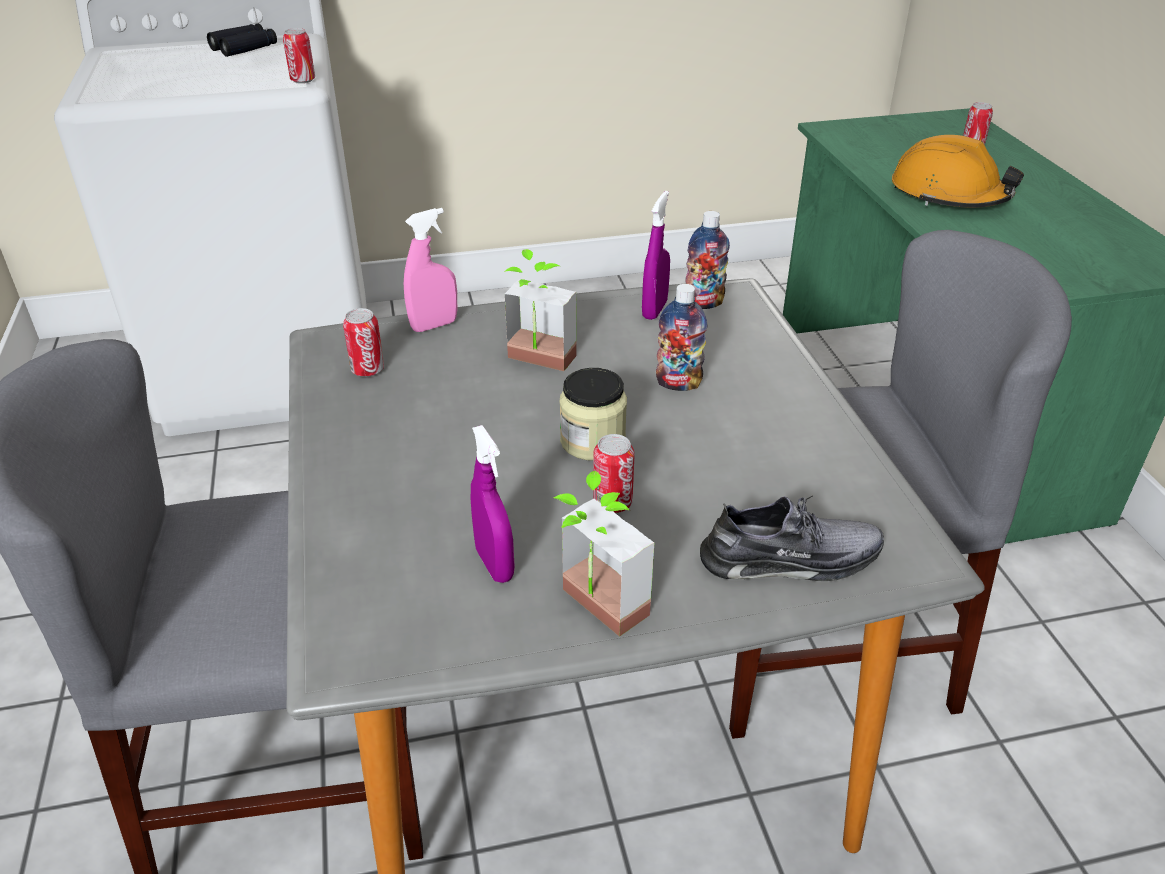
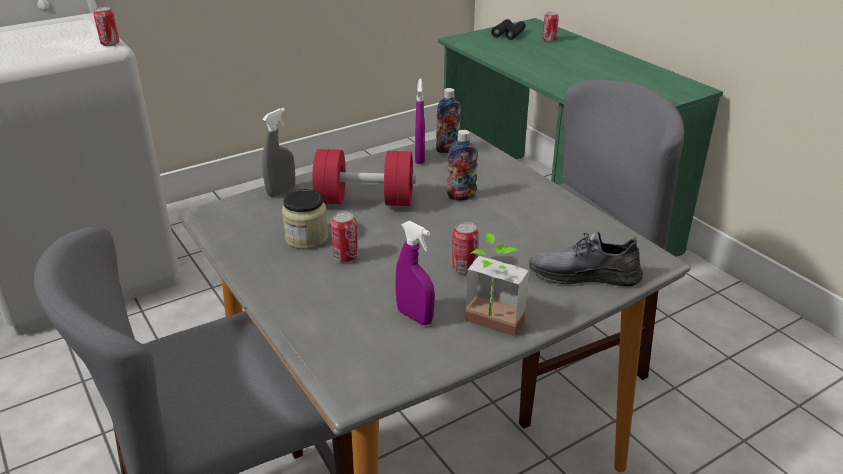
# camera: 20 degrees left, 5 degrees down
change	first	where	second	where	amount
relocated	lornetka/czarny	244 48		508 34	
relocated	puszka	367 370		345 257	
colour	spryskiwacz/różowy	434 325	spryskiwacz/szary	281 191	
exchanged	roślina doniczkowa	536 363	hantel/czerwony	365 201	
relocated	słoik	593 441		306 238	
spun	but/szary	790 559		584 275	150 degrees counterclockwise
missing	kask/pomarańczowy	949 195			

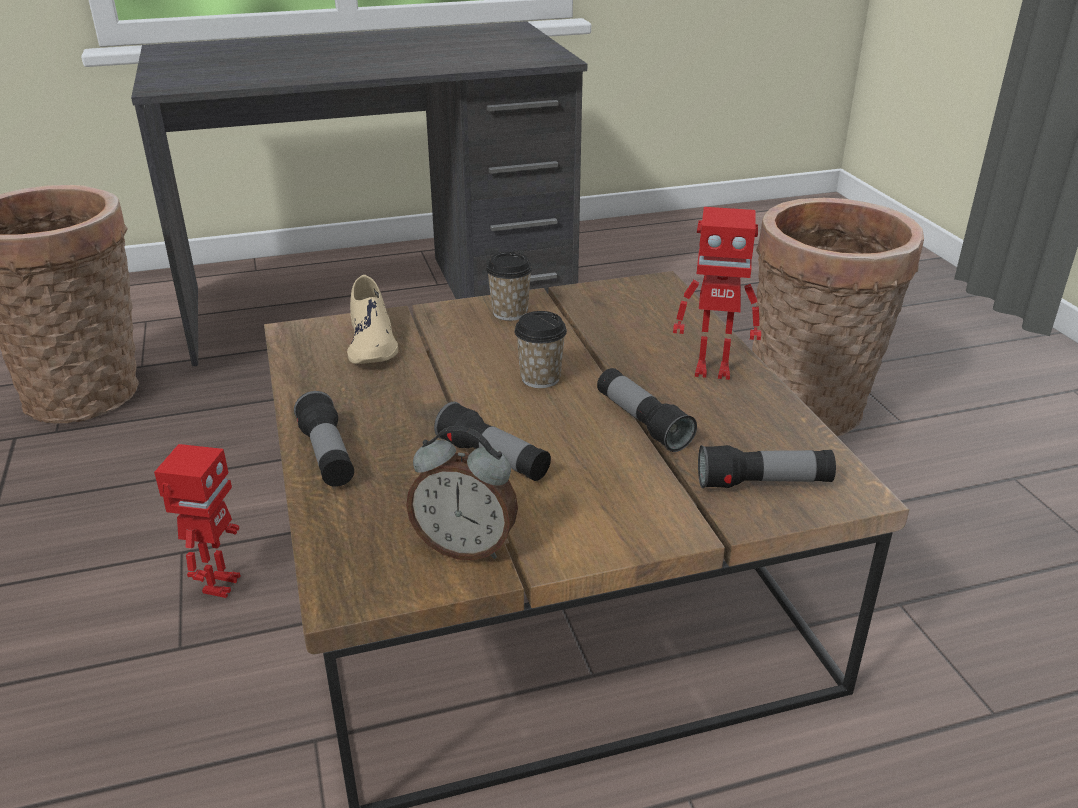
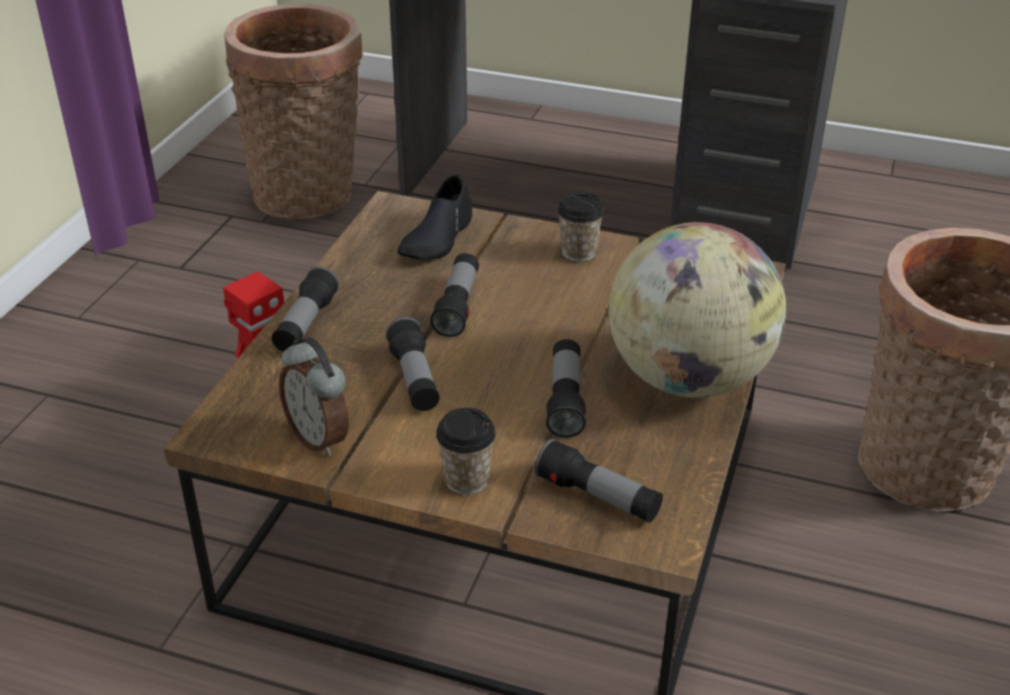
# camera: 35 degrees right, 5 degrees up
change	first	where	second	where	amount
colour	but/beżowy	371 342	but/czarny	437 238	
relocated	filiżanka	540 378		466 479	
exchanged	robot zabawkowy	712 370	globus	689 378	
appeared			latarka	457 306	

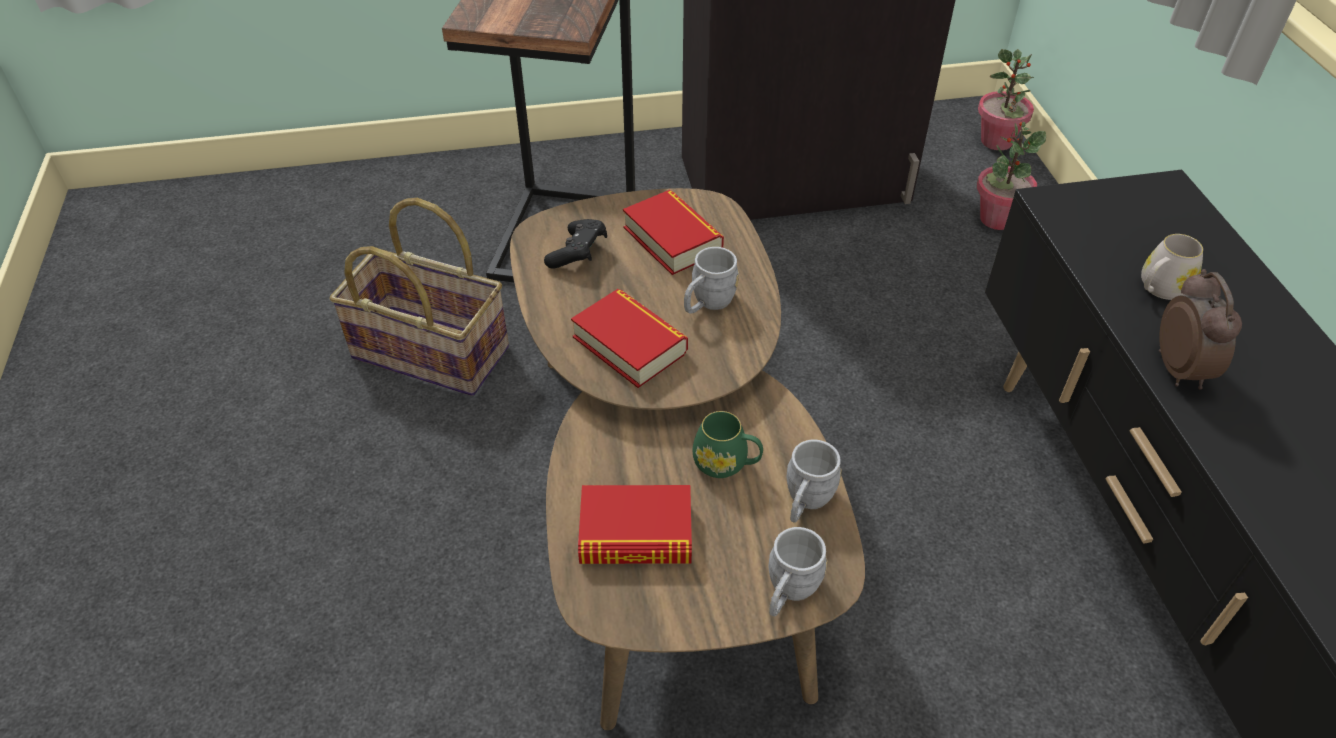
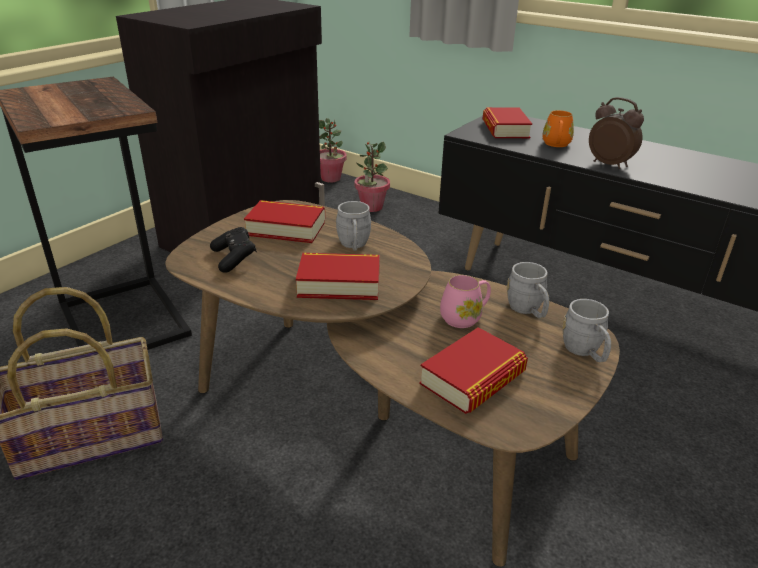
# camera: 45 degrees left, 15 degrees down
change	first	where	second	where	amount
colour	kubek/zielony	726 463	kubek/różowy	465 317	
colour	kubek/biały	1159 289	kubek/pomarańczowy	556 145	
appeared			książka	505 129	

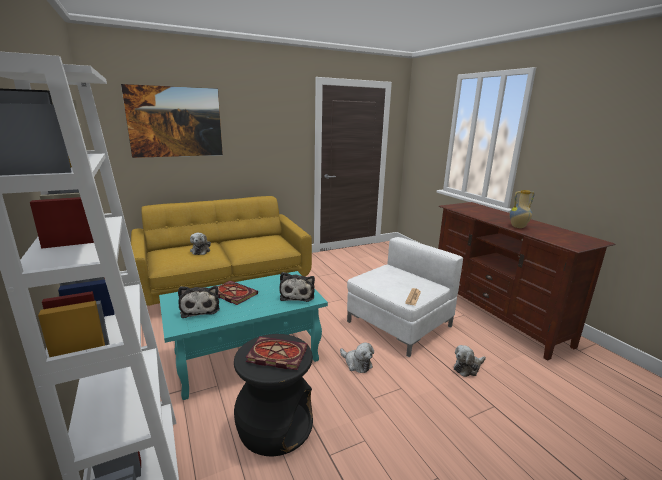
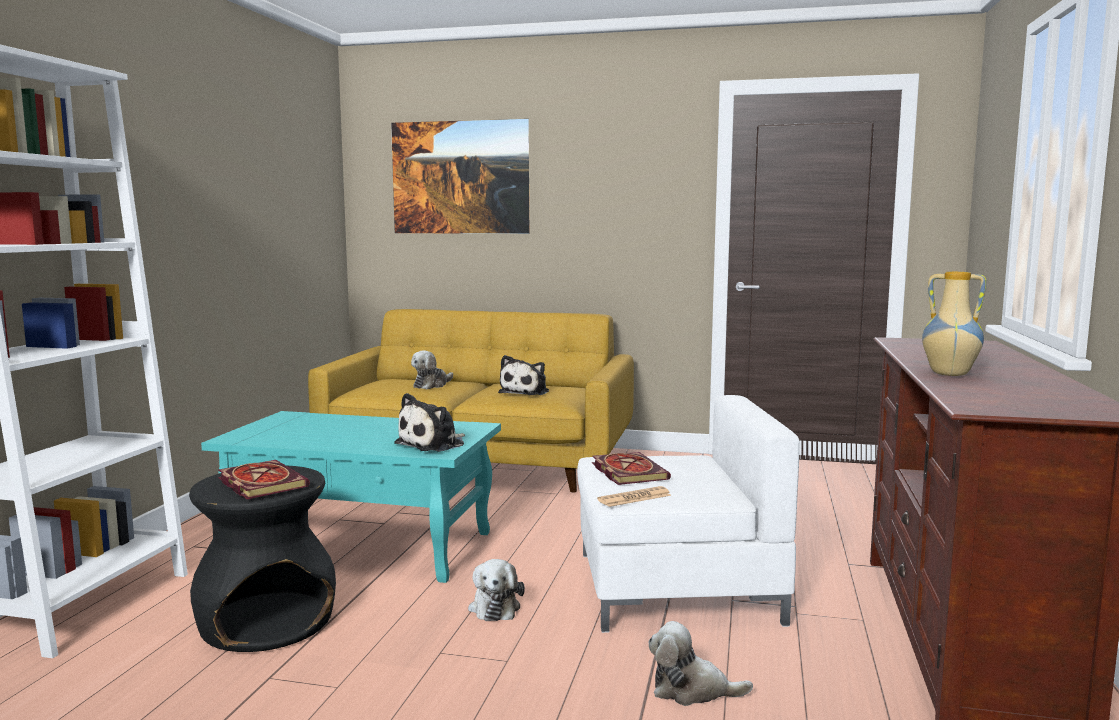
# camera: 40 degrees right, 10 degrees down
change	first	where	second	where	amount
relocated	pluszak	200 308		526 392	
relocated	książka	232 294		626 471	

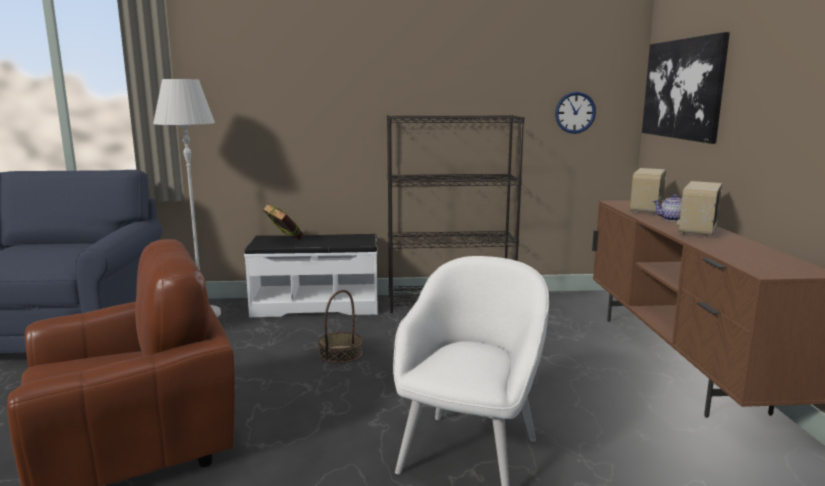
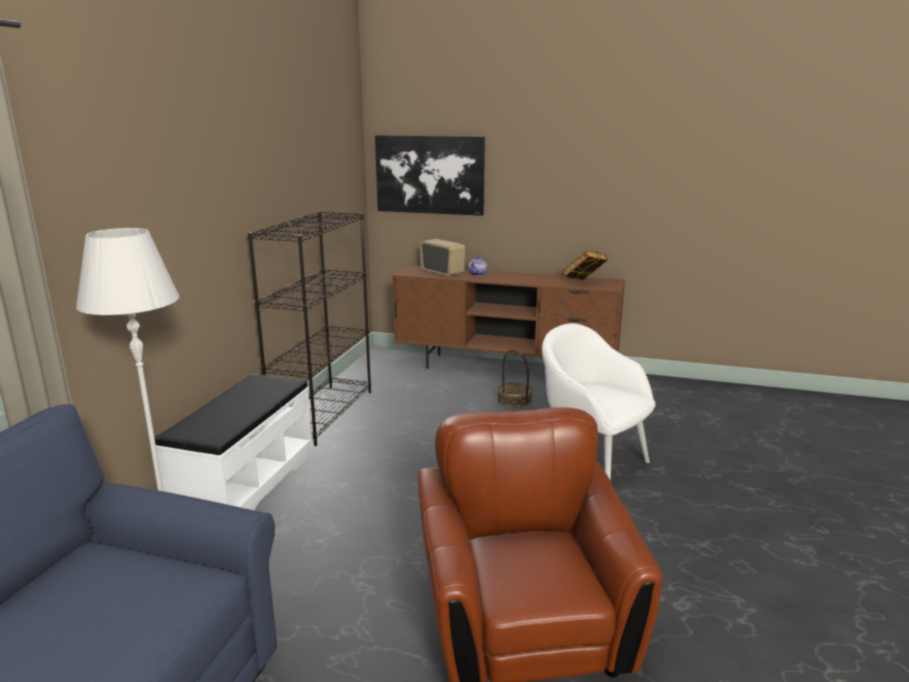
# camera: 70 degrees left, 5 degrees up
change	first	where	second	where	amount
relocated	książka	284 241		583 283	
relocated	koszyk	341 354		514 400	
missing	zegar ścienny	575 112			
missing	radio	696 231			

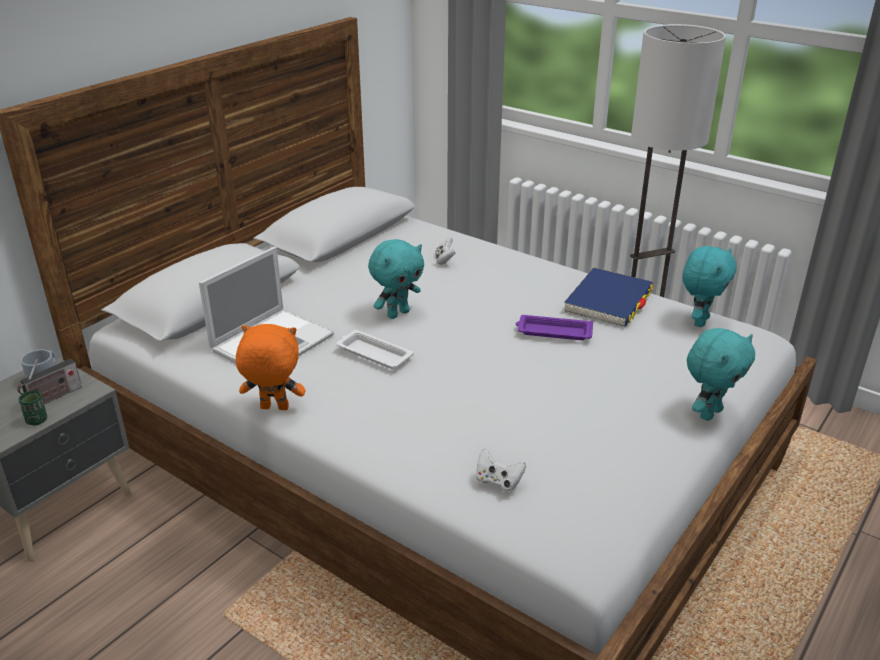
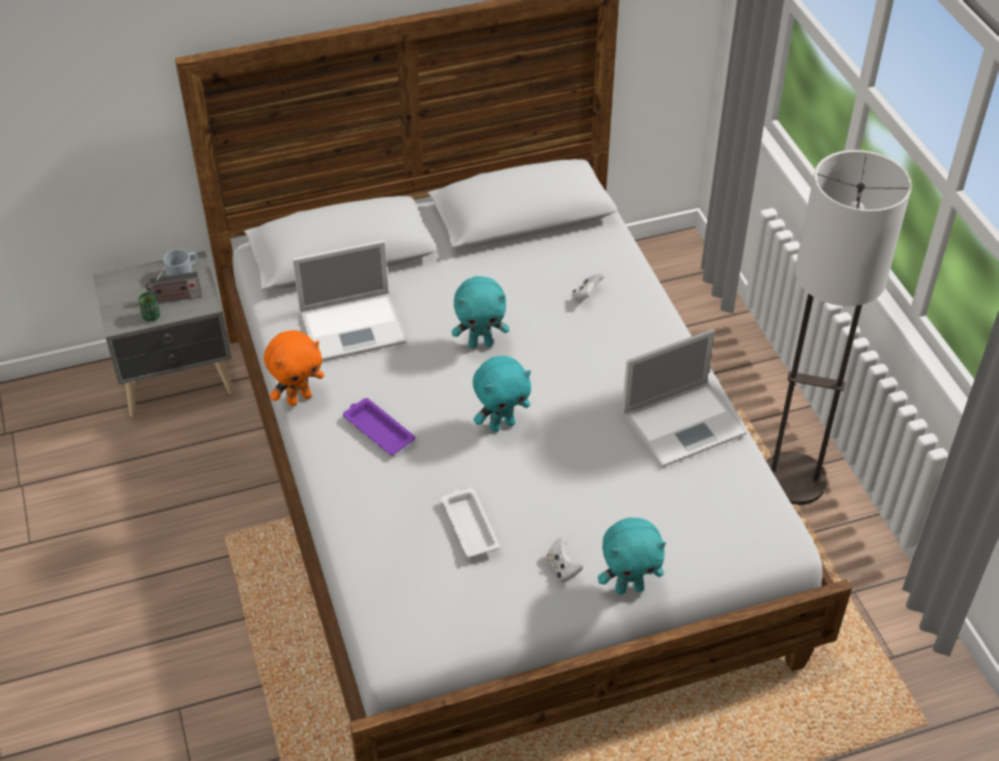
# camera: 35 degrees right, 15 degrees up
change	first	where	second	where	amount
spun	pluszak/pomarańczowy	273 409		299 398	105 degrees clockwise
relocated	taca/biały	373 353		469 525	
relocated	pad do gier/biały	498 482		562 569	
relocated	taca/fioletowy	553 332		378 429	
exchanged	książka/niebieski	608 301	laptop	685 423	
relocated	pluszak/turkusowy	699 321		502 424	

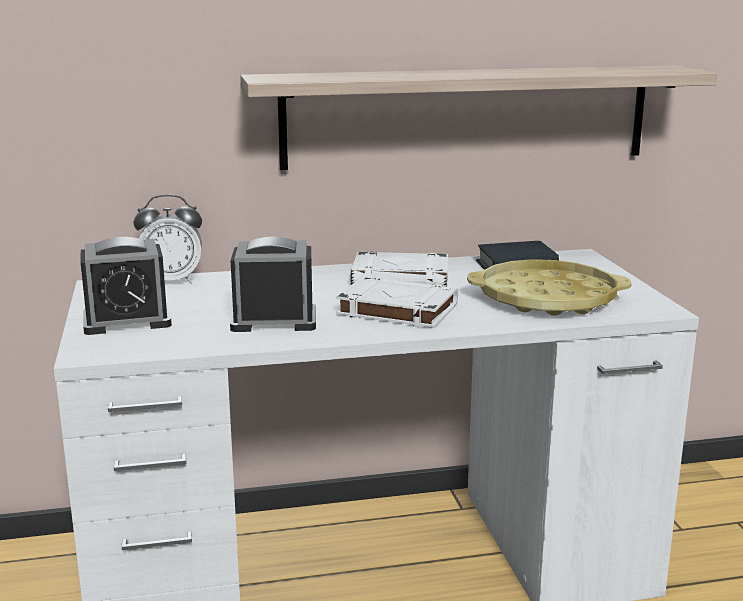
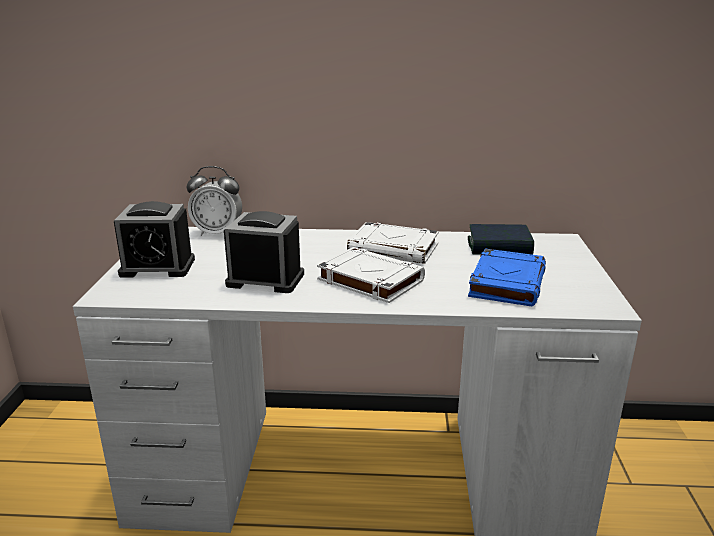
# camera: 15 degrees right, 5 degrees up
change	first	where	second	where	amount
missing	półka	467 116			
exchanged	taca/żółty	546 299	książka/niebieski	506 283	

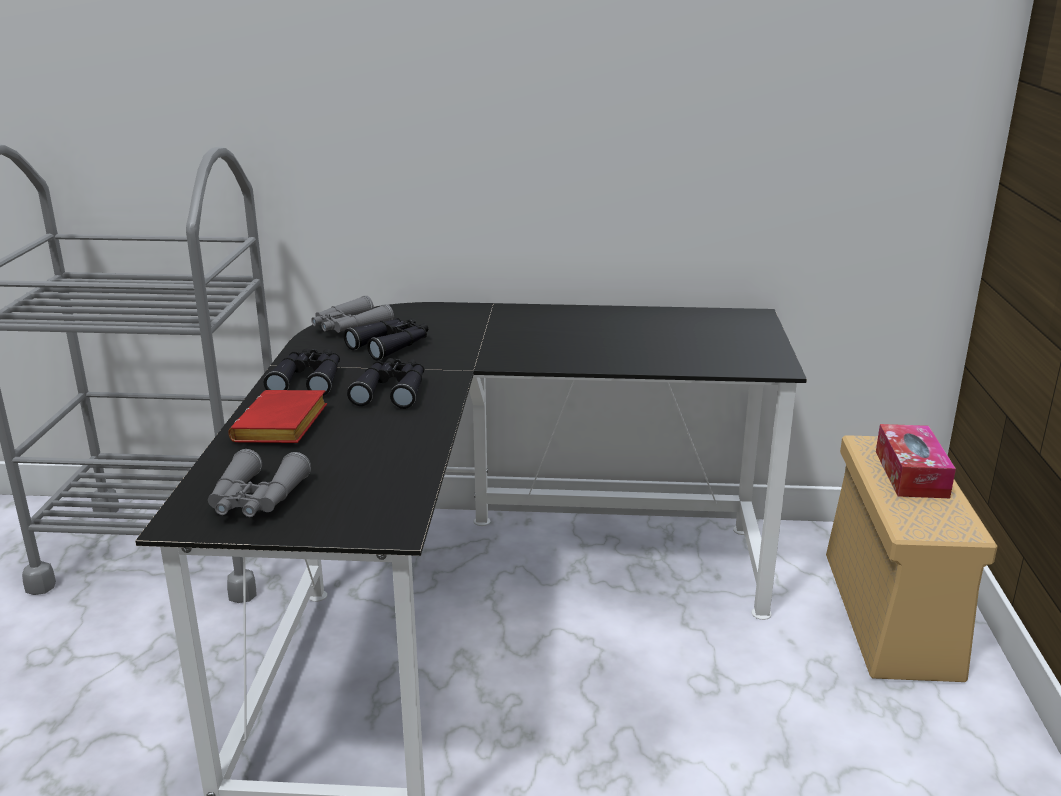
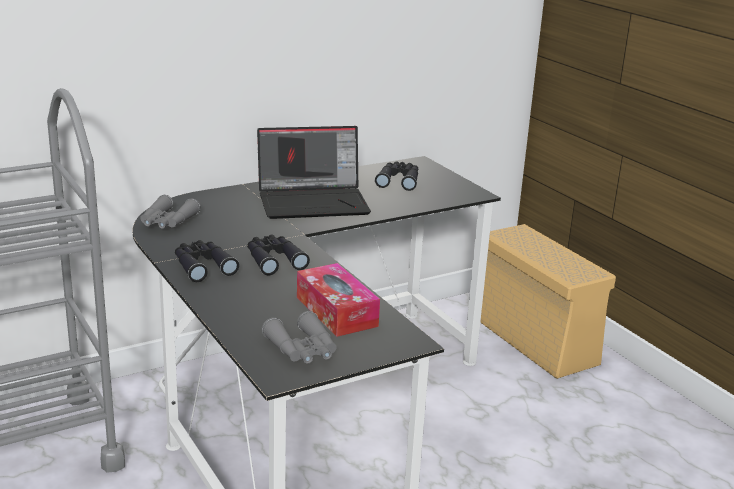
# camera: 35 degrees left, 0 degrees up
change	first	where	second	where	amount
missing	książka/czerwony	282 427			
relocated	lornetka/czarny	391 345		398 181	
relocated	pudełko chusteczek	911 474		336 311	
appeared			laptop	314 201	

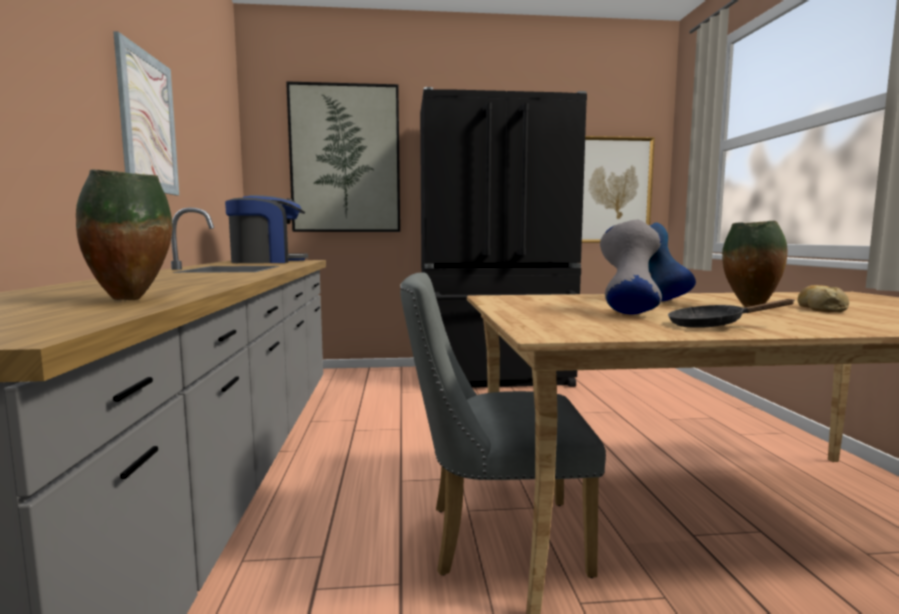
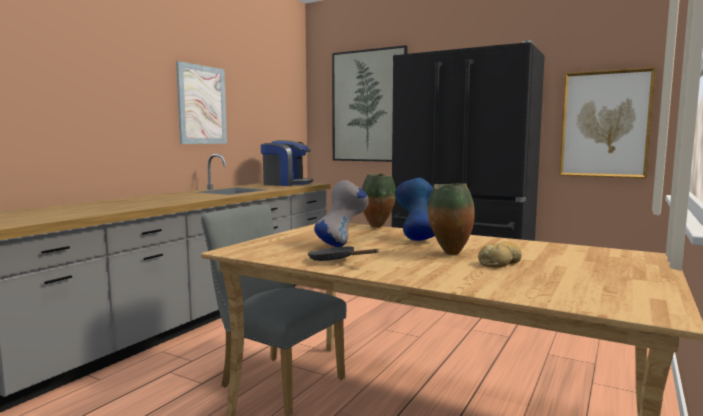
# camera: 35 degrees right, 0 degrees up
change	first	where	second	where	amount
relocated	wazon	132 300		378 227	

